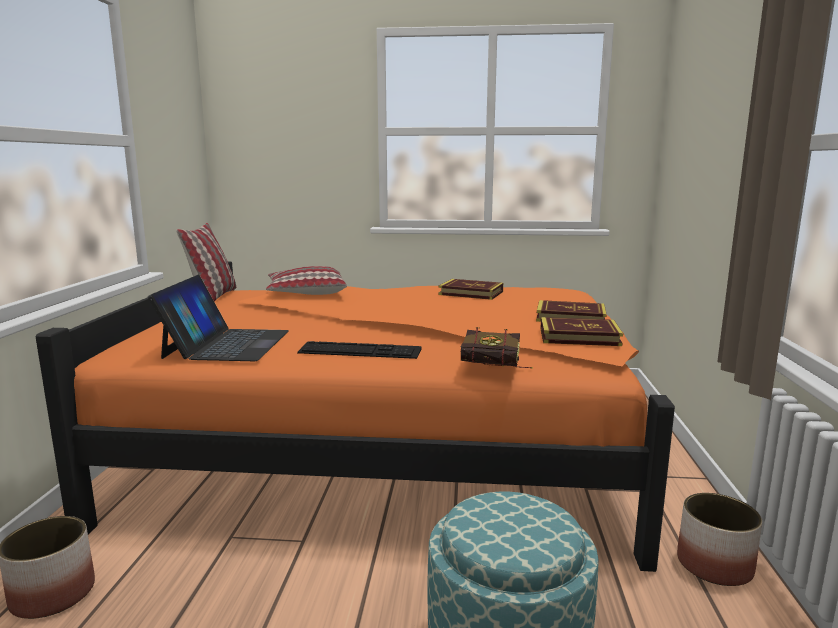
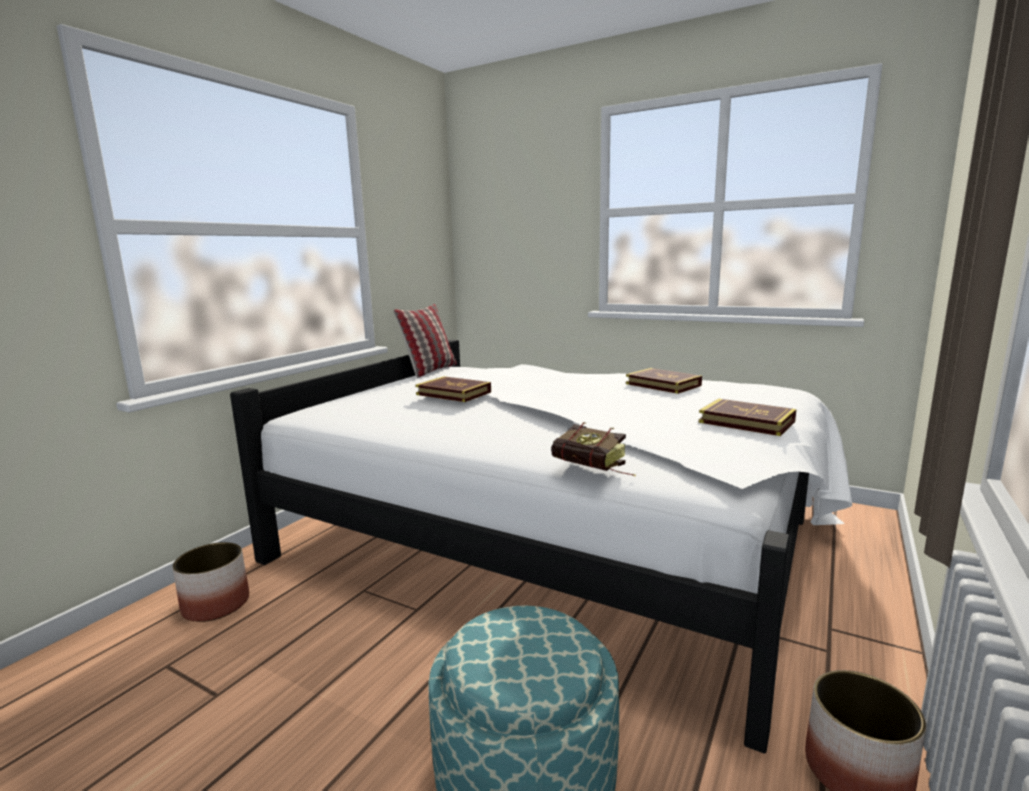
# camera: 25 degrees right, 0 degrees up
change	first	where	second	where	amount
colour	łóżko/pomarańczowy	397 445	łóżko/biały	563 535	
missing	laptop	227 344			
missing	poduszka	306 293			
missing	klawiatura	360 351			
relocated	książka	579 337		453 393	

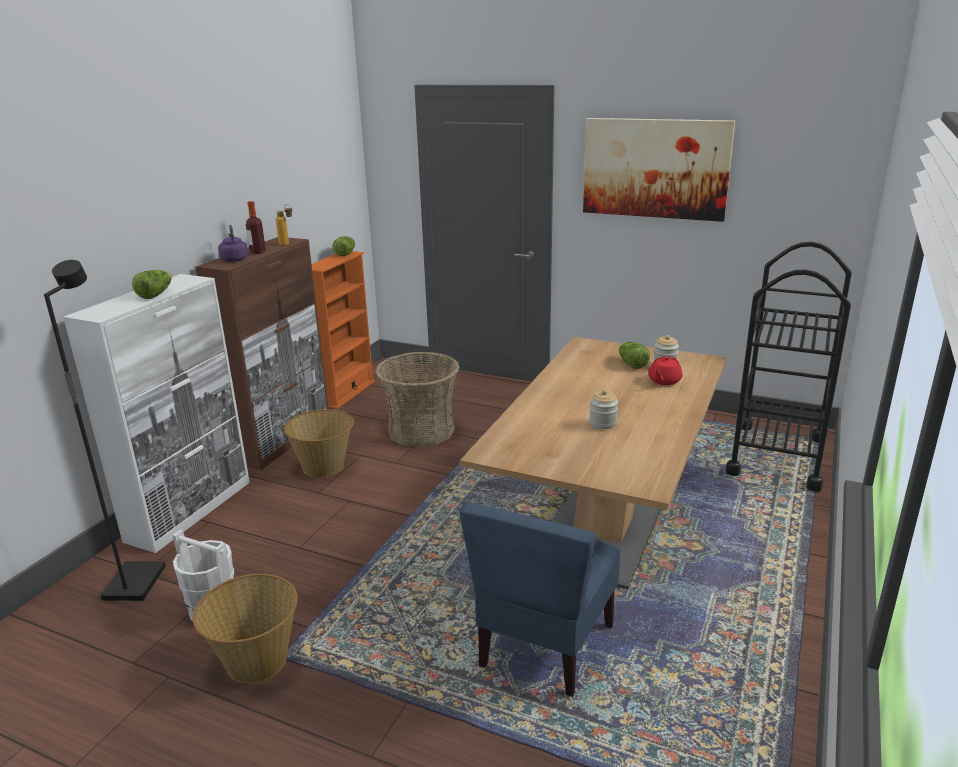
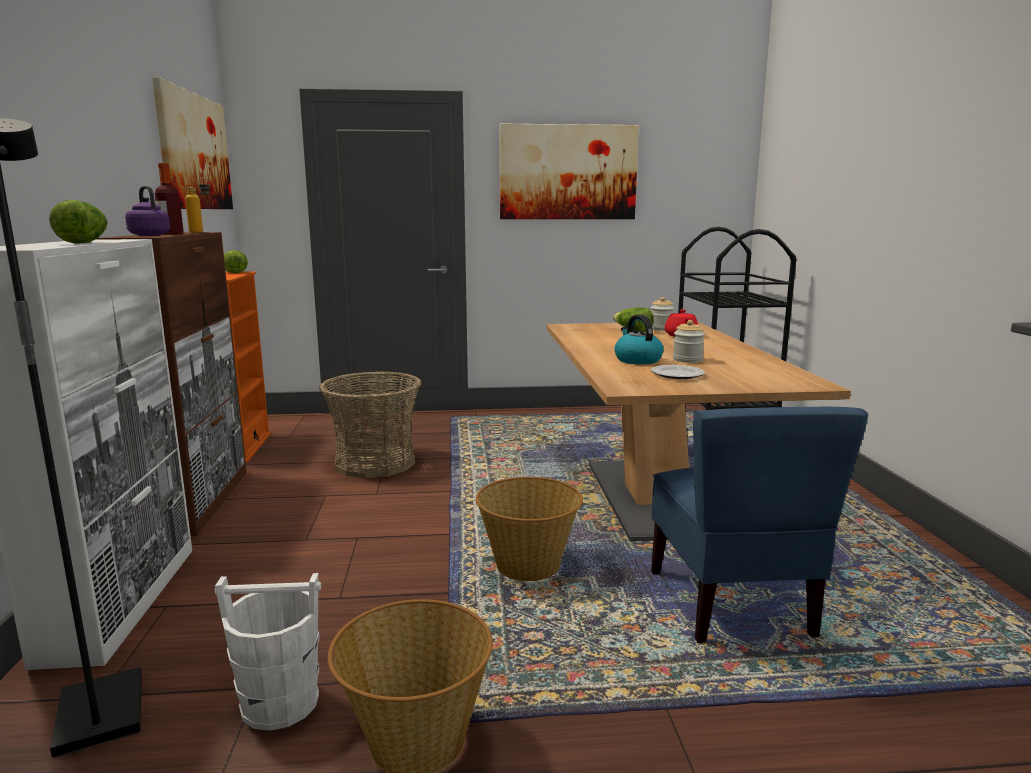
# camera: 30 degrees left, 10 degrees down
change	first	where	second	where	amount
relocated	koszyk	324 466		529 565	
appeared			obraz	194 152	
appeared			czajnik	637 360	
appeared			talerz	678 375	

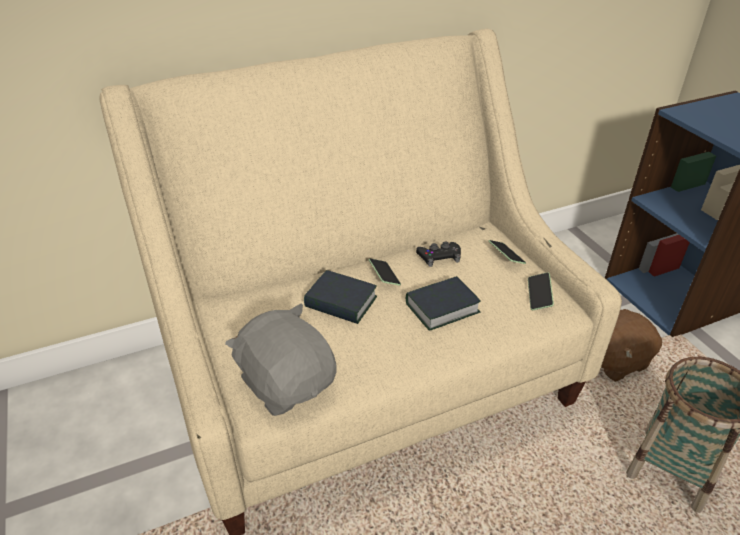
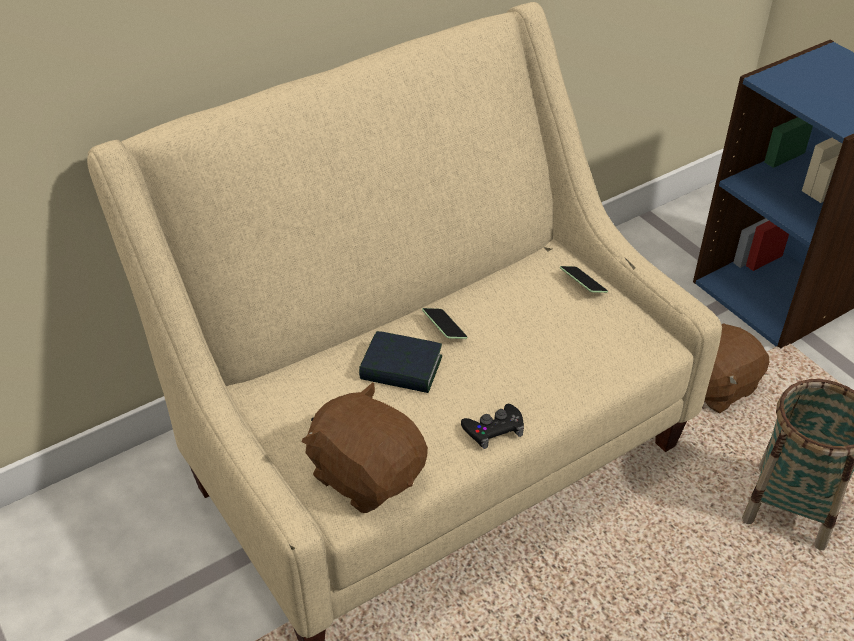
# camera: 10 degrees left, 5 degrees up
change	first	where	second	where	amount
colour	pluszak/szary	287 383	pluszak/brązowy	367 474	
missing	książka	442 308			
relocated	pad do gier/czarny	439 257		493 429	
missing	telefon	539 296			

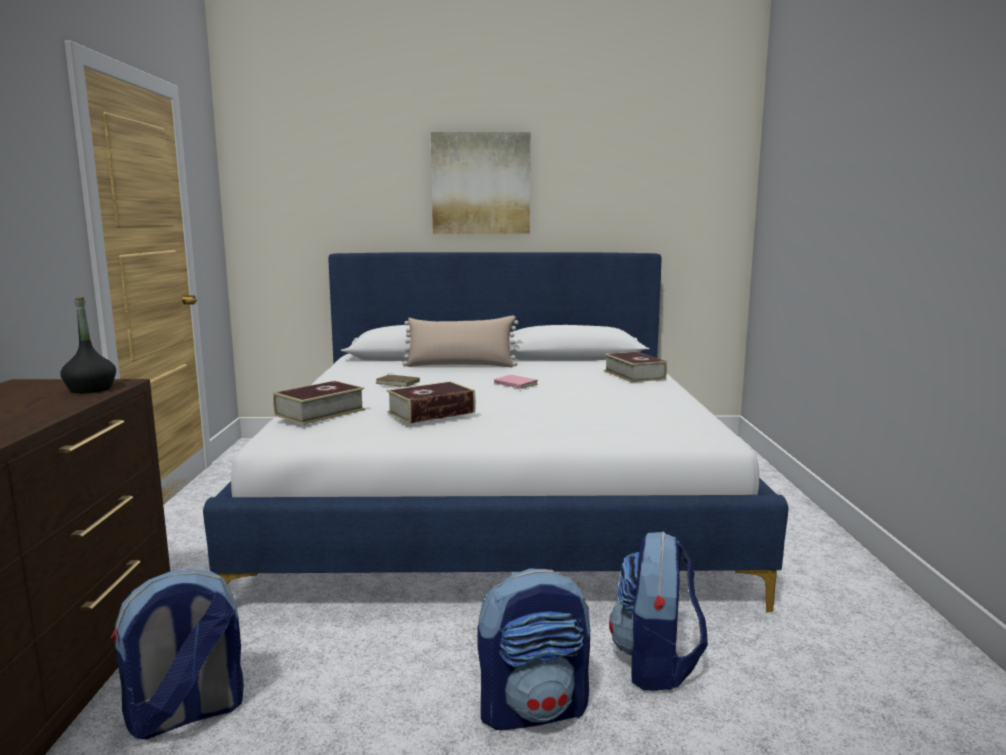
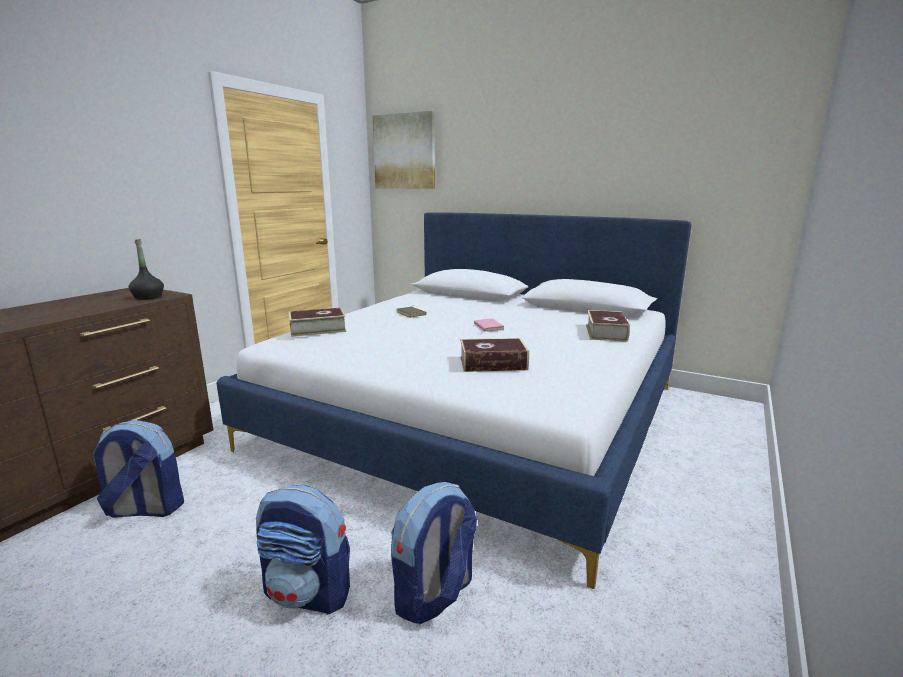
# camera: 30 degrees right, 5 degrees up
change	first	where	second	where	amount
relocated	książka	431 412		493 363	
missing	poduszka/beżowy	460 366			
relocated	obraz	481 183		404 151	

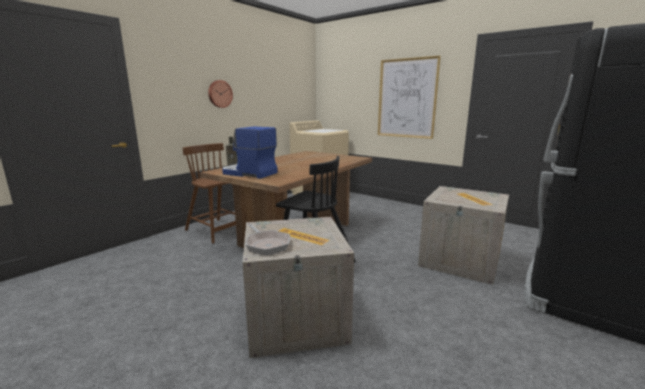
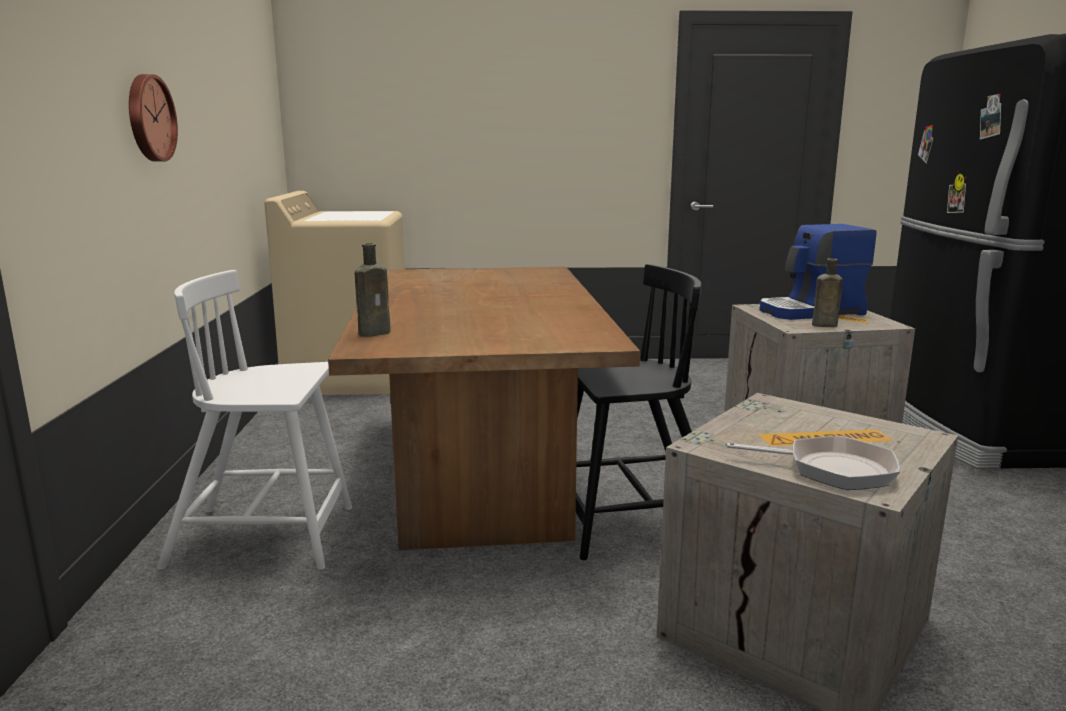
# camera: 40 degrees left, 0 degrees up
change	first	where	second	where	amount
colour	krzesło/brązowy	217 231	krzesło/biały	266 537	
relocated	ekspres do kawy	249 173		811 312	
missing	obraz	407 98			
appeared			butelka/brązowy	822 325	

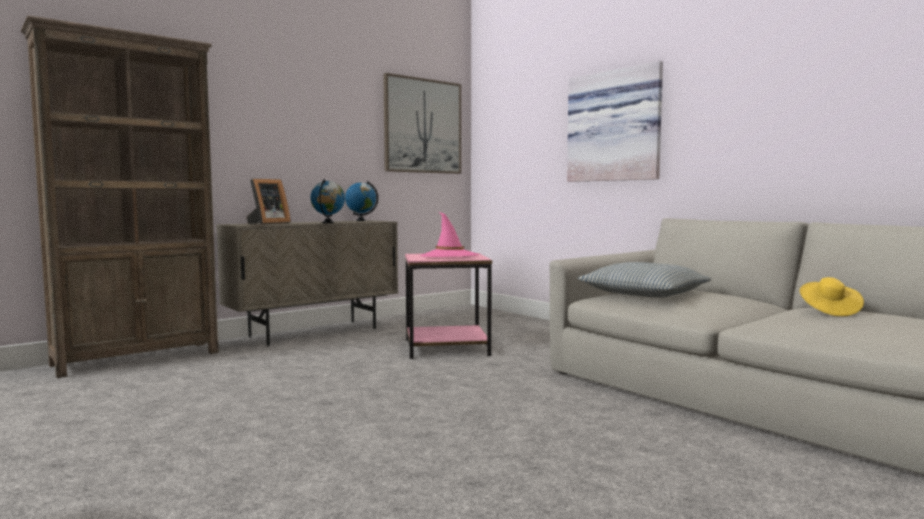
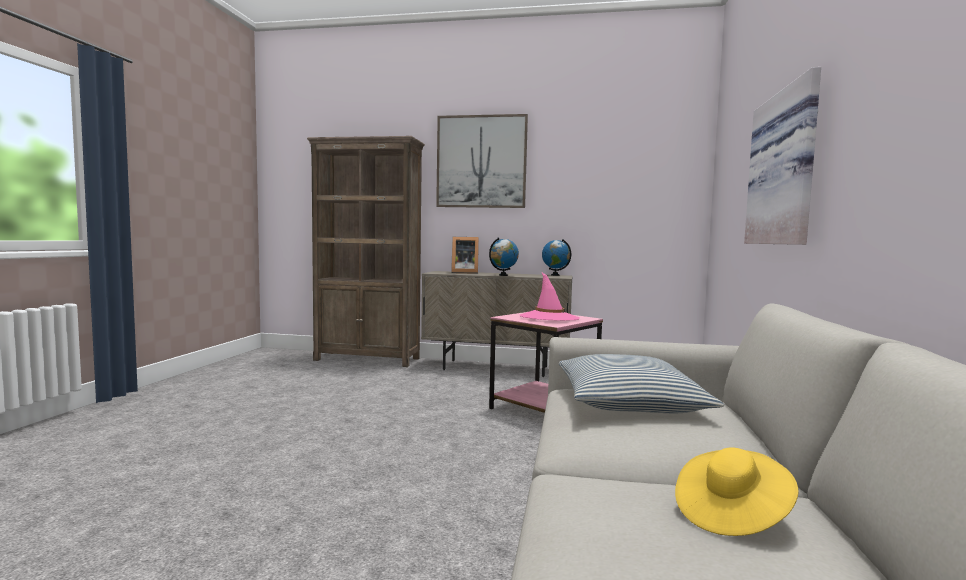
# camera: 50 degrees right, 0 degrees up
change	first	where	second	where	amount
relocated	obraz	423 126		481 162	

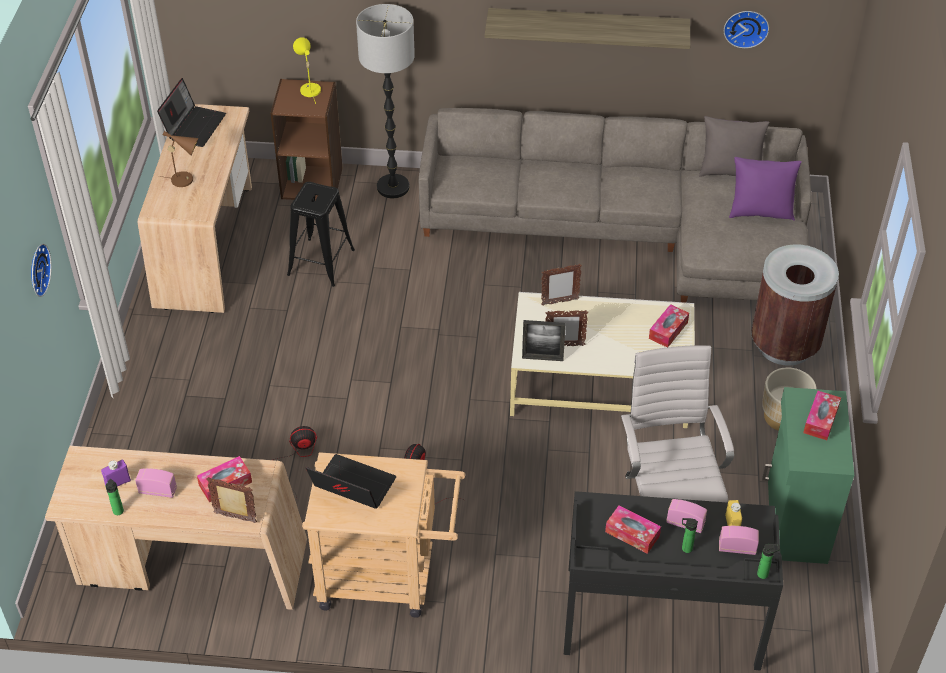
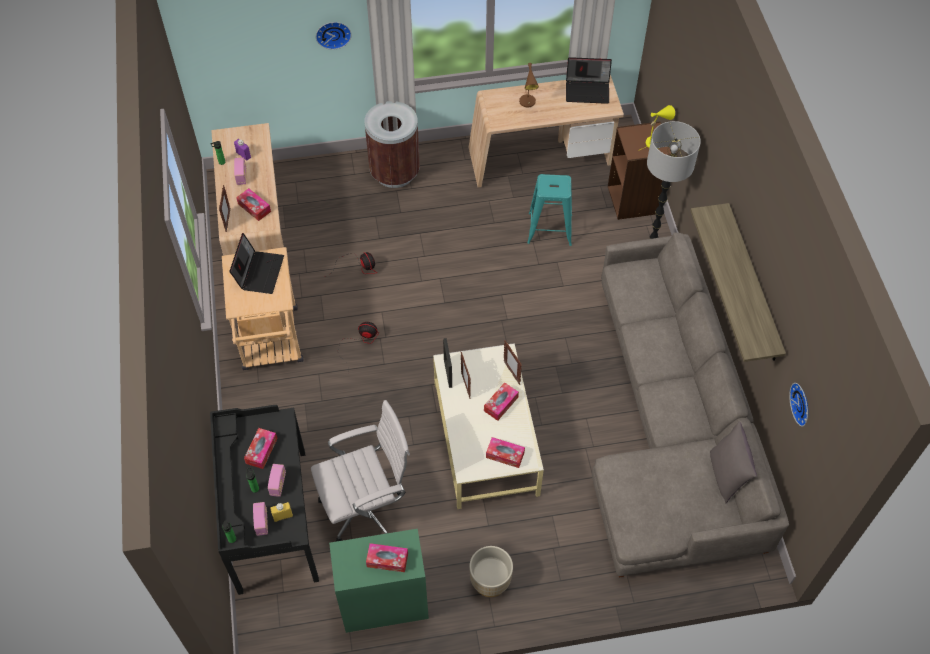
# camera: 75 degrees right, 10 degrees up
change	first	where	second	where	amount
colour	stołek/czarny	321 262	stołek/turkusowy	550 229	
missing	poduszka/fioletowy	760 212			
relocated	kosz na śmieci/brązowy	784 344		395 172	
appeared			pudełko chusteczek	501 404	

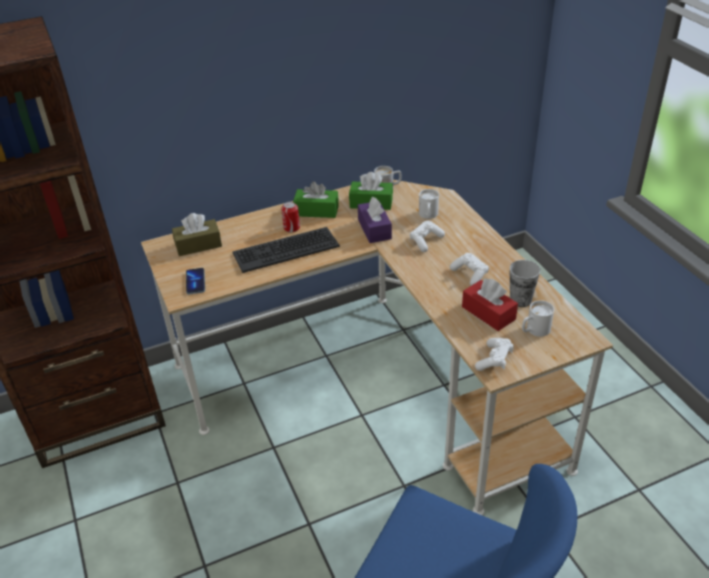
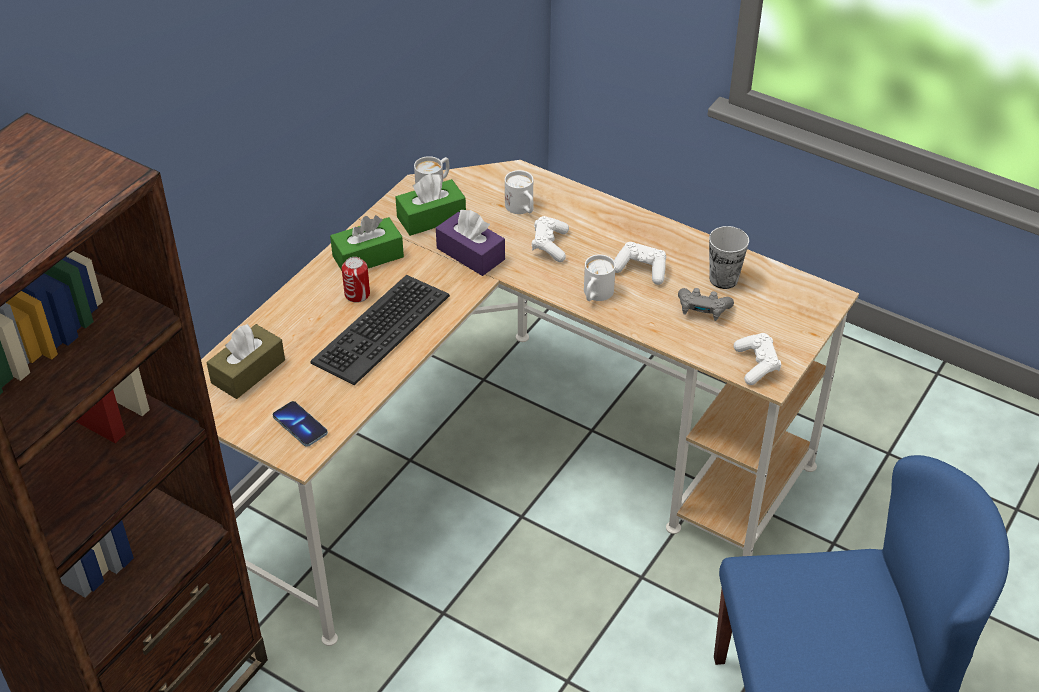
# camera: 35 degrees left, 5 degrees up
change	first	where	second	where	amount
exchanged	pudełko chusteczek/czerwony	488 313	pad do gier/szary	702 310	
relocated	kubek/biały	534 331		595 295	

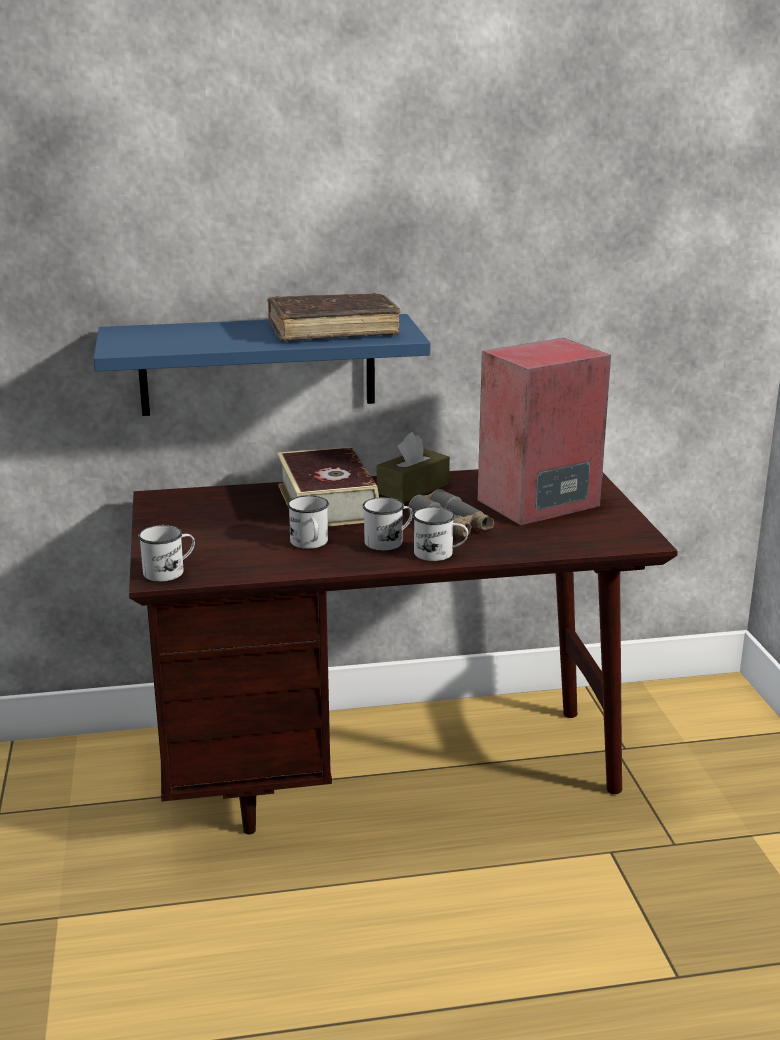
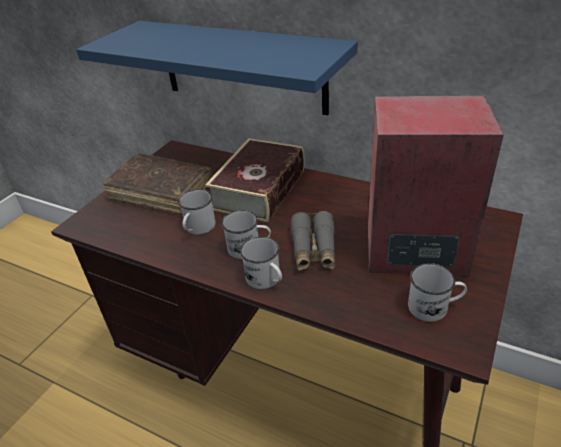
# camera: 40 degrees right, 15 degrees up
change	first	where	second	where	amount
relocated	kubek/biały	170 571		434 307	
relocated	książka/brązowy	333 330		161 191	
missing	pudełko chusteczek/brązowy	413 488			

